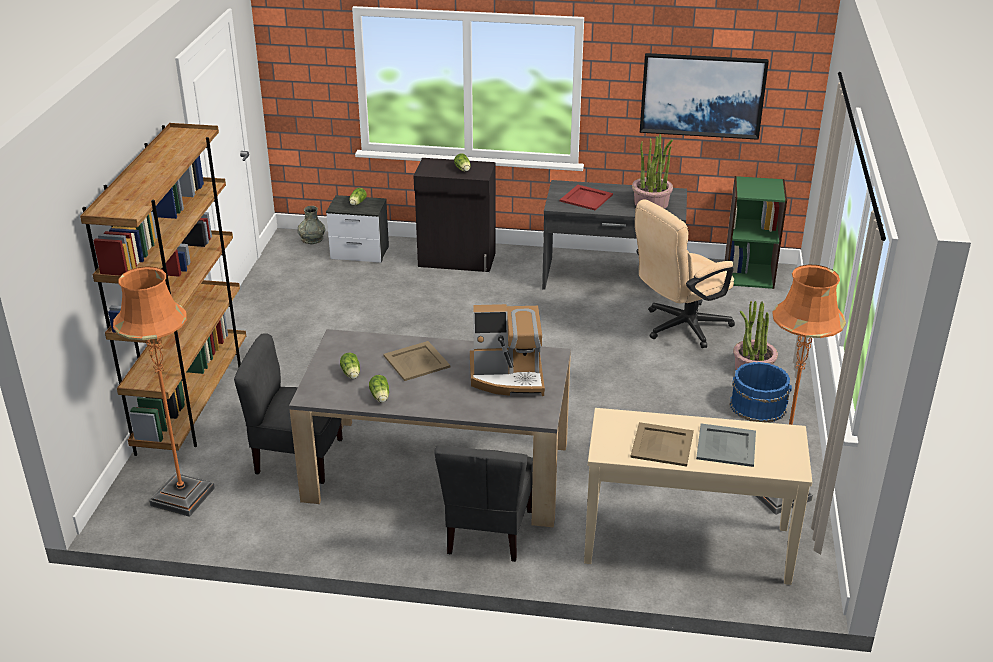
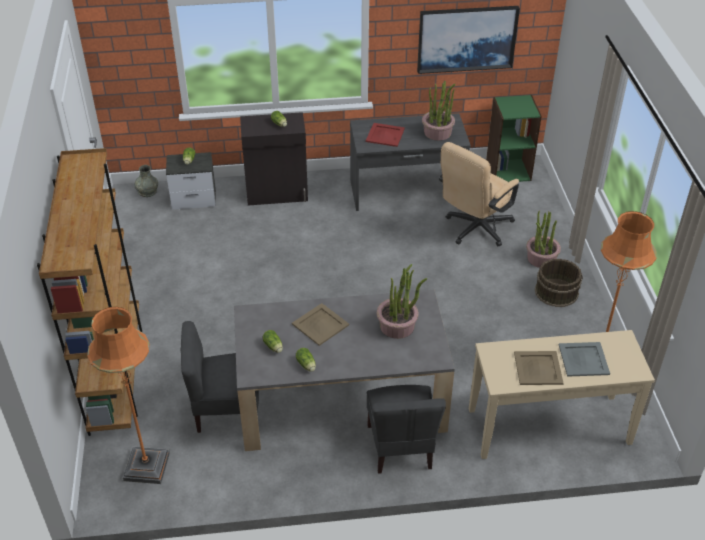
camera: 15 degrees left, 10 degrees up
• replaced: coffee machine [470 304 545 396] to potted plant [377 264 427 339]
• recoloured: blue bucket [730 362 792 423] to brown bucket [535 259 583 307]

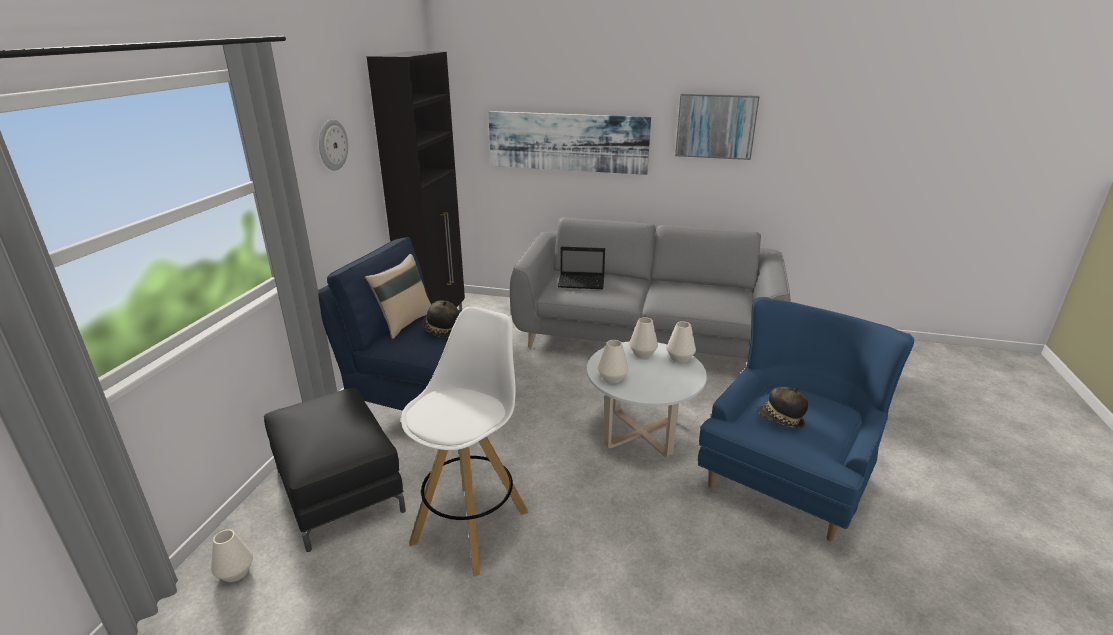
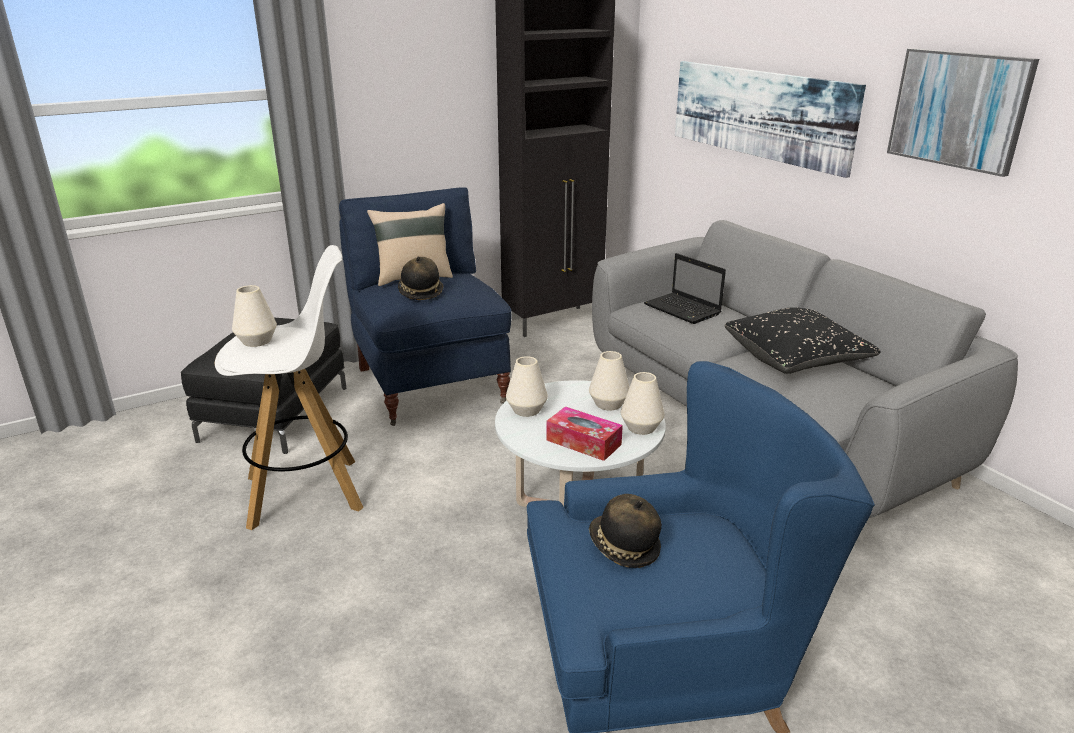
camera: 45 degrees right, 0 degrees up
• moved: white vase [211 529 253 582] to [232 285 277 347]
• added: tissue box [546 406 623 461]
• added: black pillow [725 307 881 374]
• removed: wall clock [319 119 348 171]

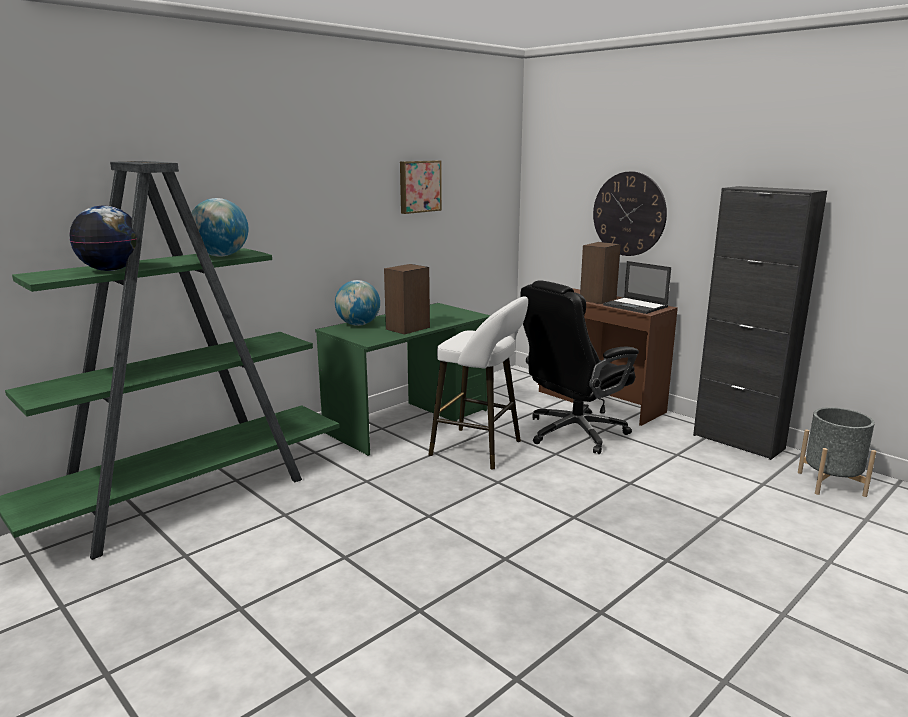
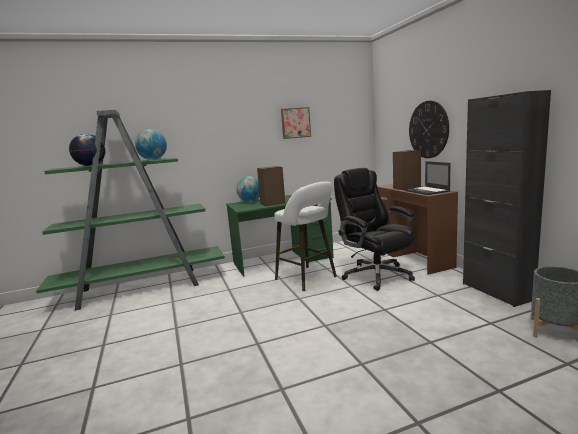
camera: 25 degrees right, 5 degrees down
• turned: black office chair [520 280 639 454] = [334 168 415 291] 75 degrees clockwise

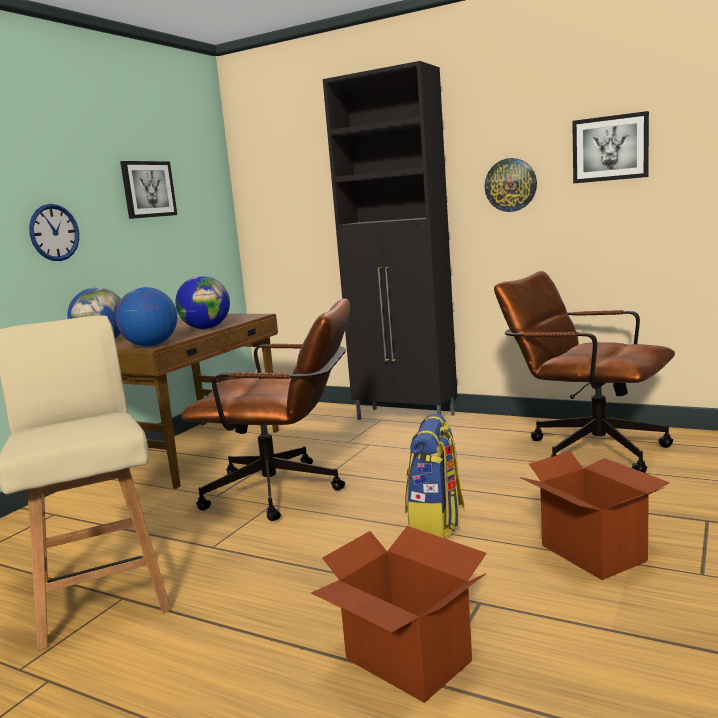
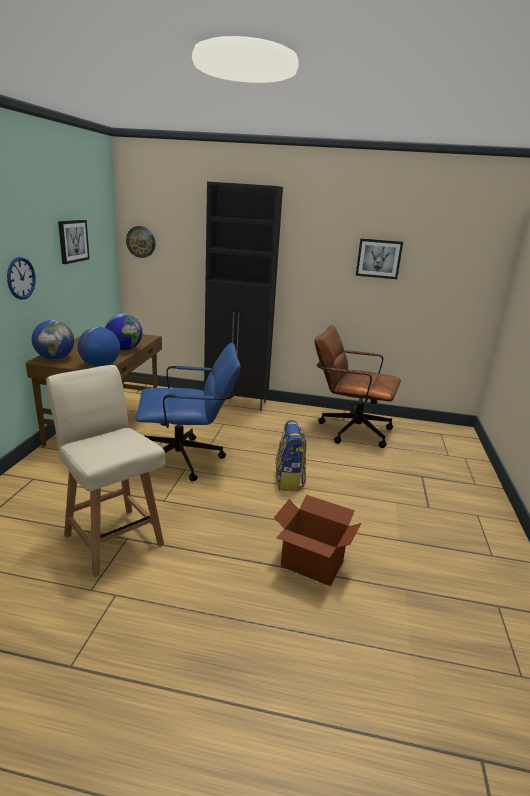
camera: 20 degrees left, 10 degrees up
• moved: wall clock [485 158 537 212] to [126 226 156 258]
• recoloured: brown office chair [181 299 350 521] to blue office chair [136 343 241 481]
• removed: cardboard box [519 451 670 580]

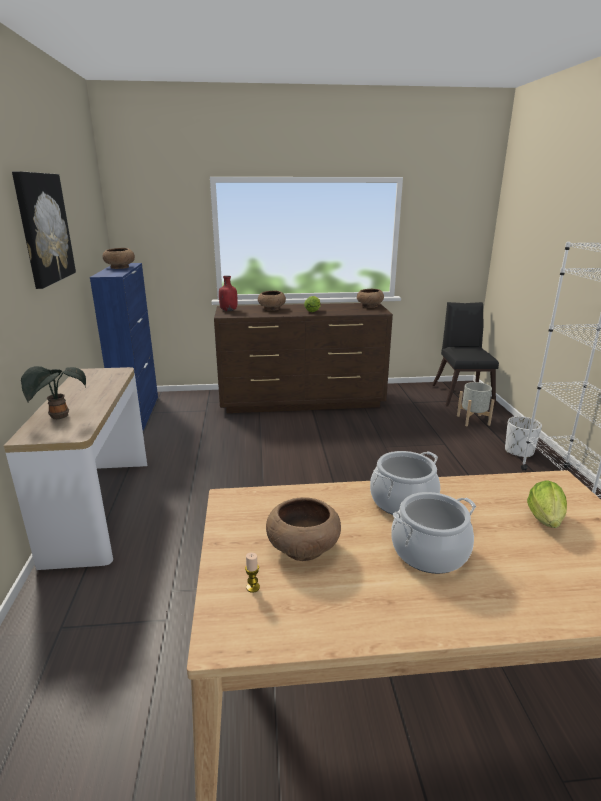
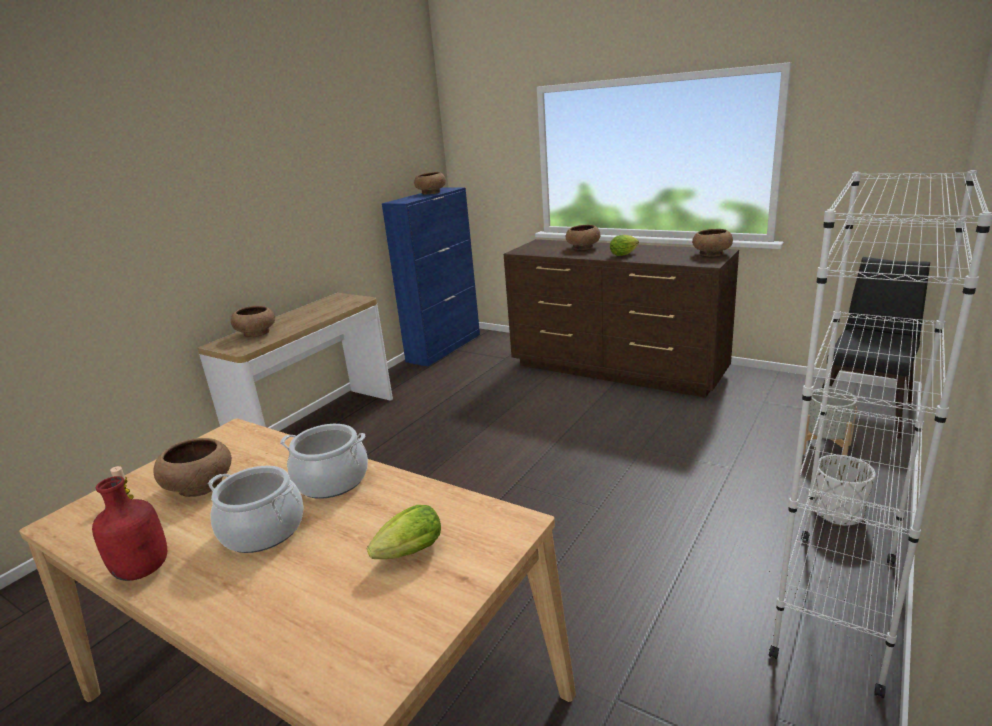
camera: 40 degrees right, 0 degrees up
• moved: red bottle [219 276 238 311] to [92 476 167 581]
• replaced: potted plant [21 366 86 419] to brown bowl [231 306 275 338]
• removed: picture [12 171 76 289]

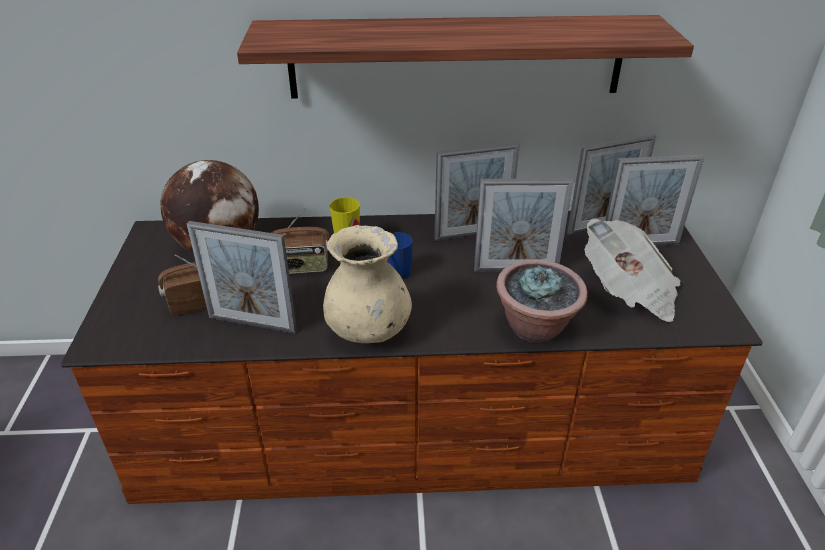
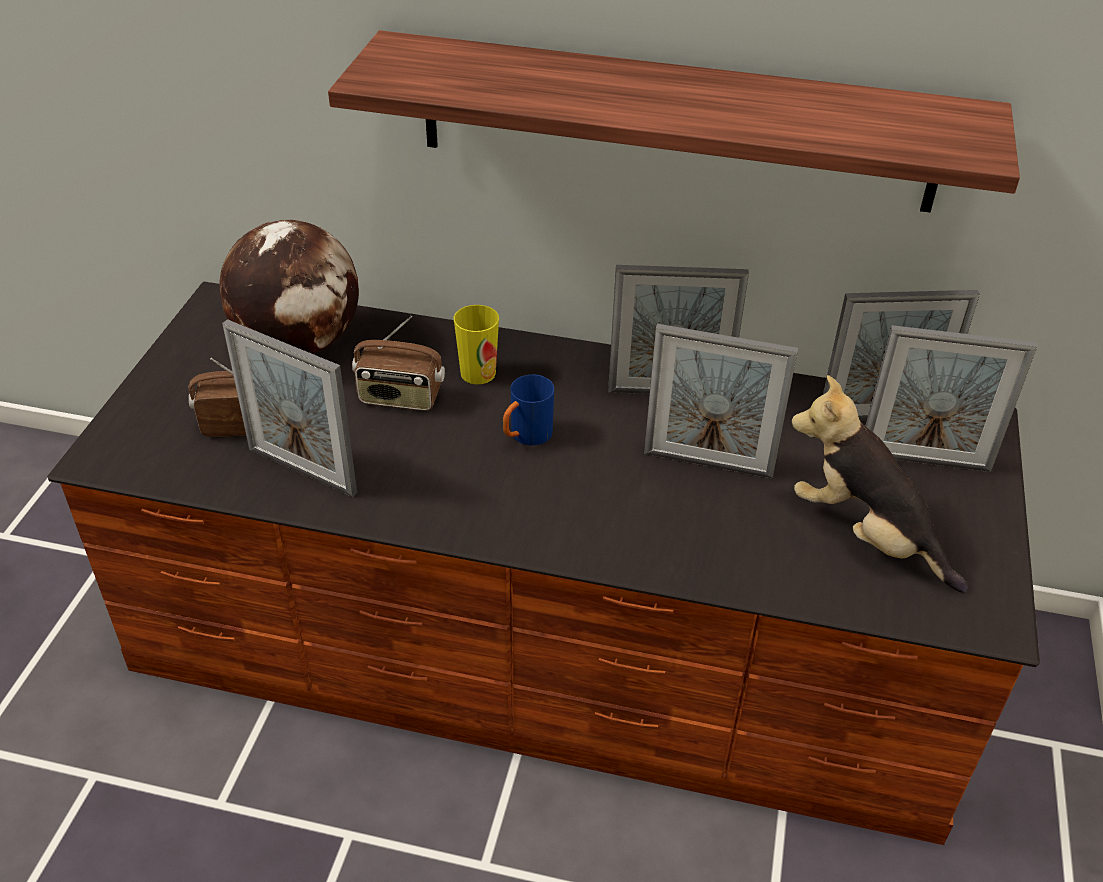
camera: 15 degrees right, 5 degrees up
• replaced: newspaper [584 218 680 322] to plush toy [791 375 968 593]
• removed: beige vase [323 225 412 343]
• removed: potted plant [496 259 588 343]

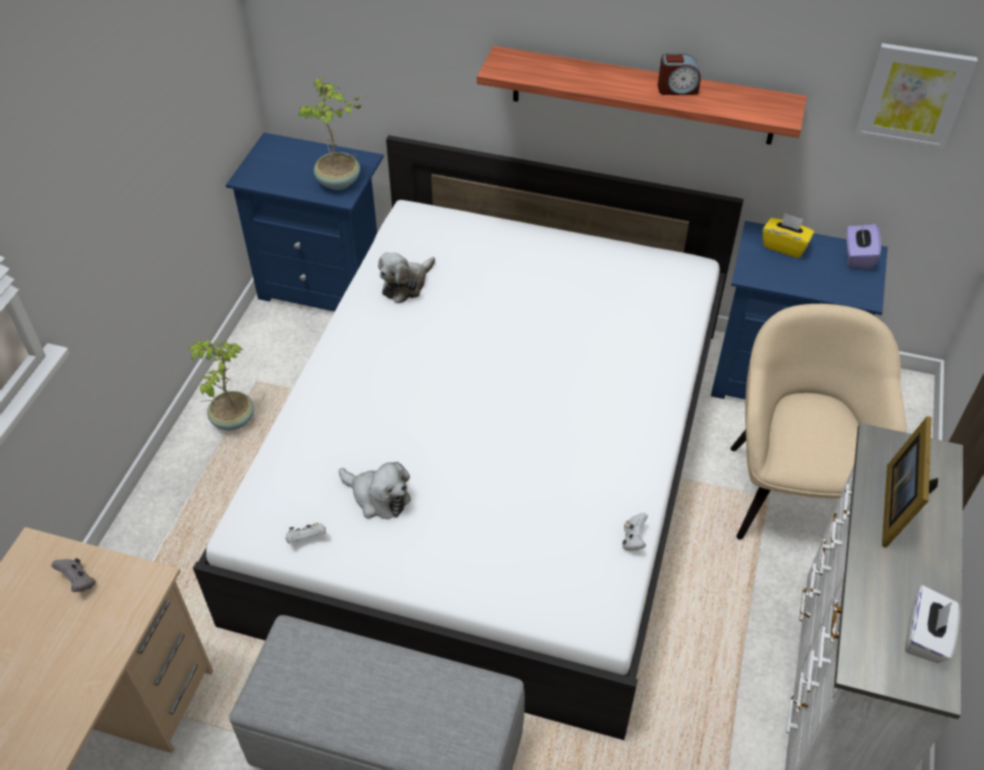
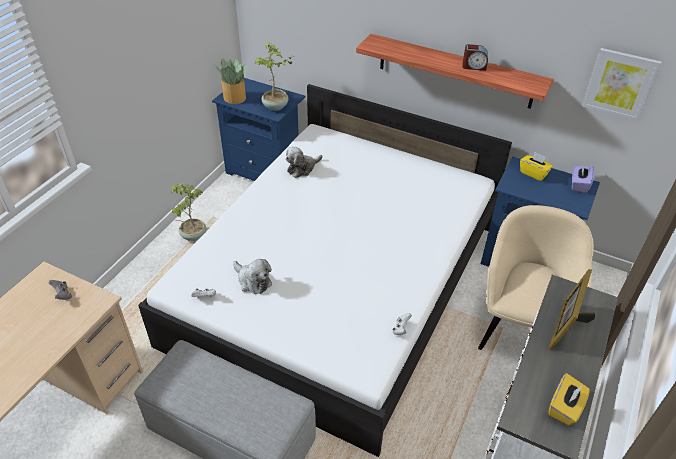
camera: 10 degrees right, 5 degrees down
• added: potted plant [216 58 246 104]
• recoloured: white tissue box [905 585 960 663] to yellow tissue box [549 373 590 426]

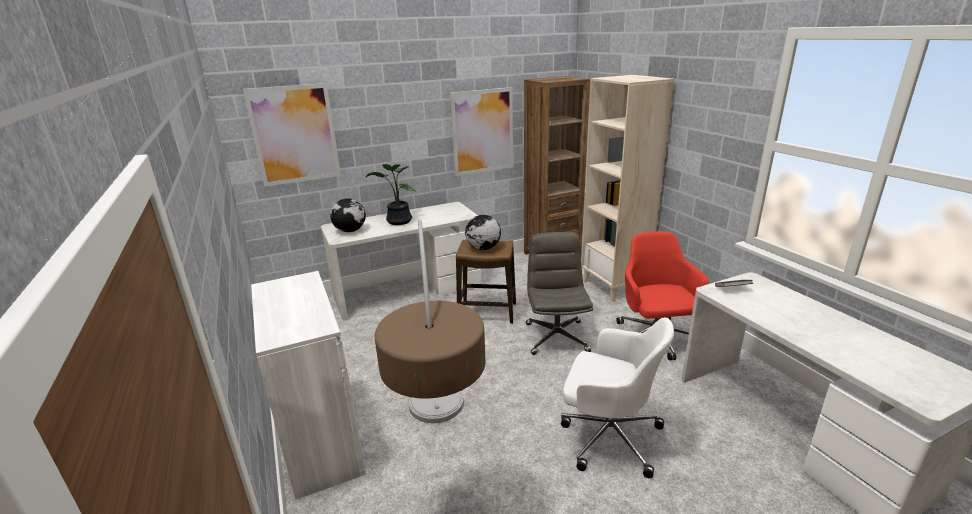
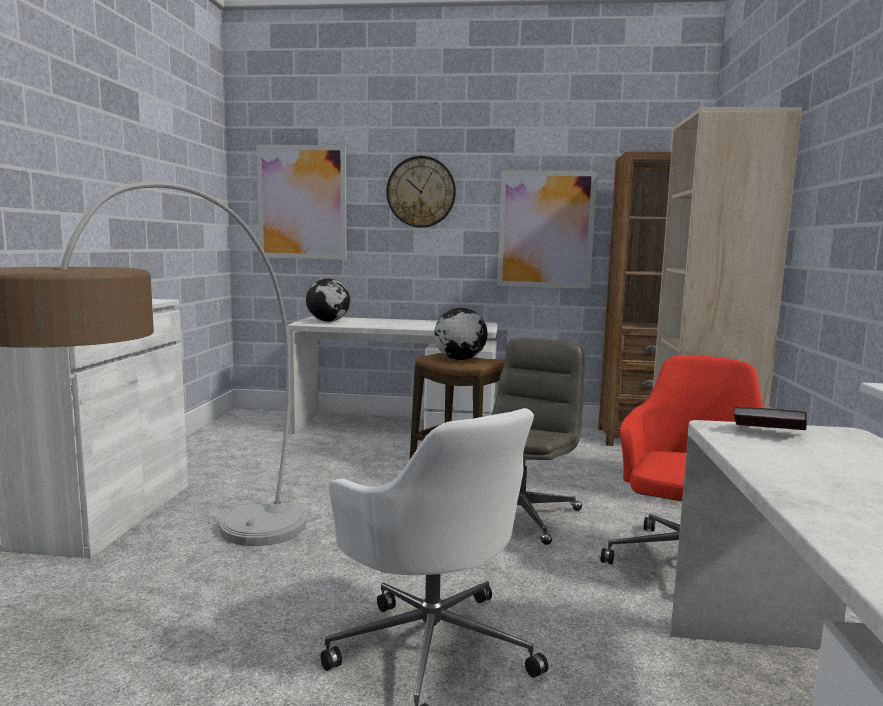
camera: 30 degrees right, 15 degrees down
• added: wall clock [386 156 456 228]
• removed: potted plant [366 164 417 225]

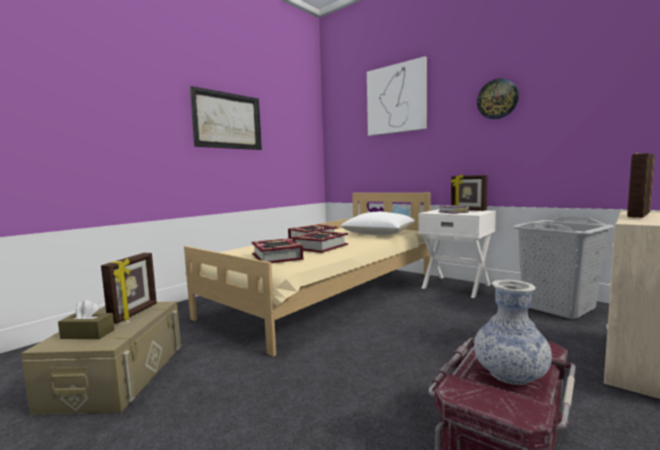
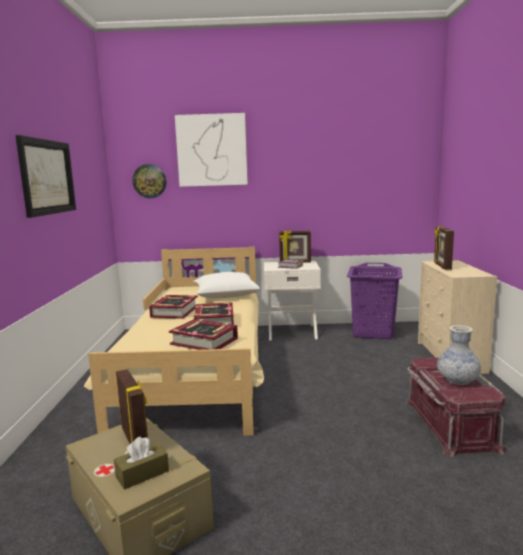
camera: 40 degrees left, 5 degrees up
• moved: wall clock [477 78 519 119] to [132 164 166 198]
• recoloured: grey laundry basket [513 217 614 319] to purple laundry basket [347 263 403 339]

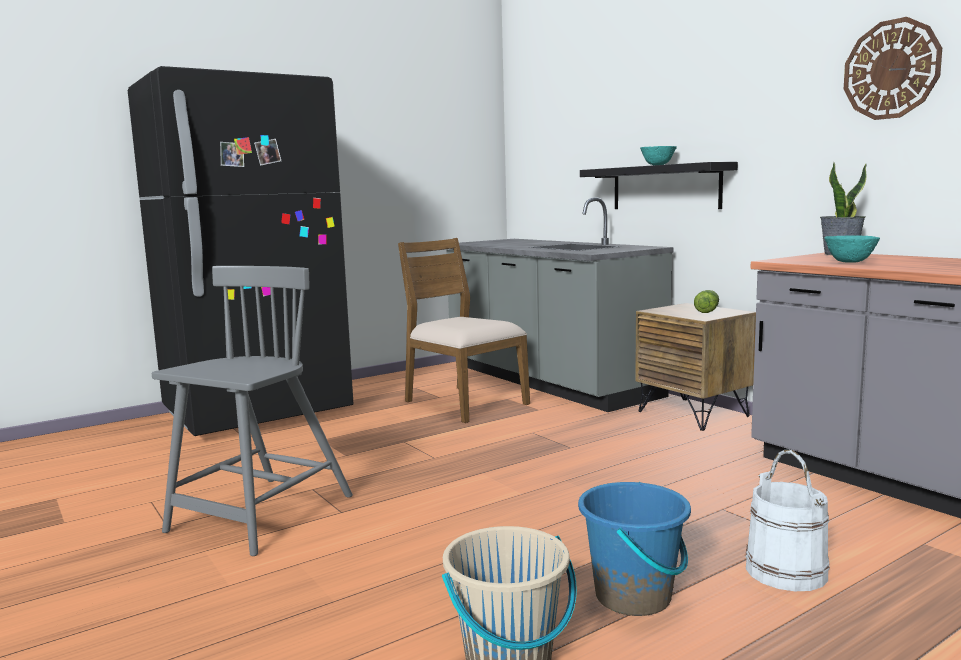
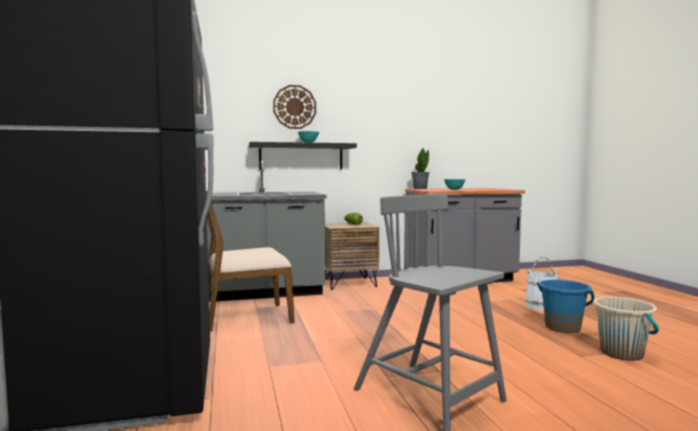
camera: 70 degrees left, 5 degrees down
• moved: wall clock [844 17 942 120] to [273 85 316 129]

